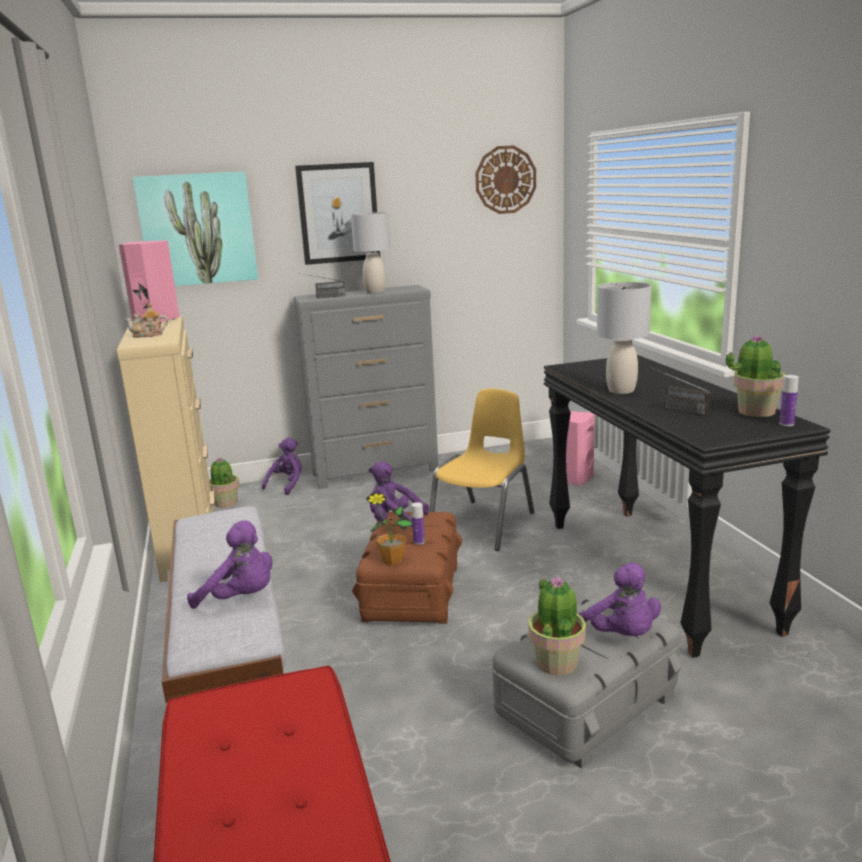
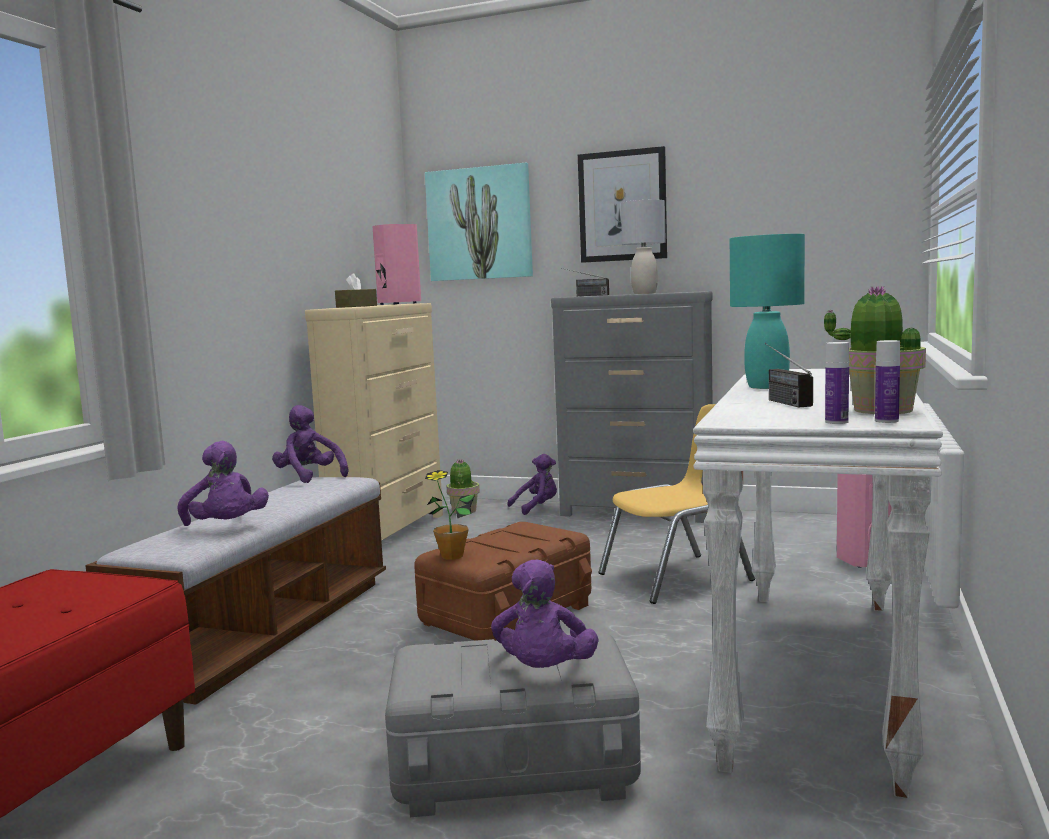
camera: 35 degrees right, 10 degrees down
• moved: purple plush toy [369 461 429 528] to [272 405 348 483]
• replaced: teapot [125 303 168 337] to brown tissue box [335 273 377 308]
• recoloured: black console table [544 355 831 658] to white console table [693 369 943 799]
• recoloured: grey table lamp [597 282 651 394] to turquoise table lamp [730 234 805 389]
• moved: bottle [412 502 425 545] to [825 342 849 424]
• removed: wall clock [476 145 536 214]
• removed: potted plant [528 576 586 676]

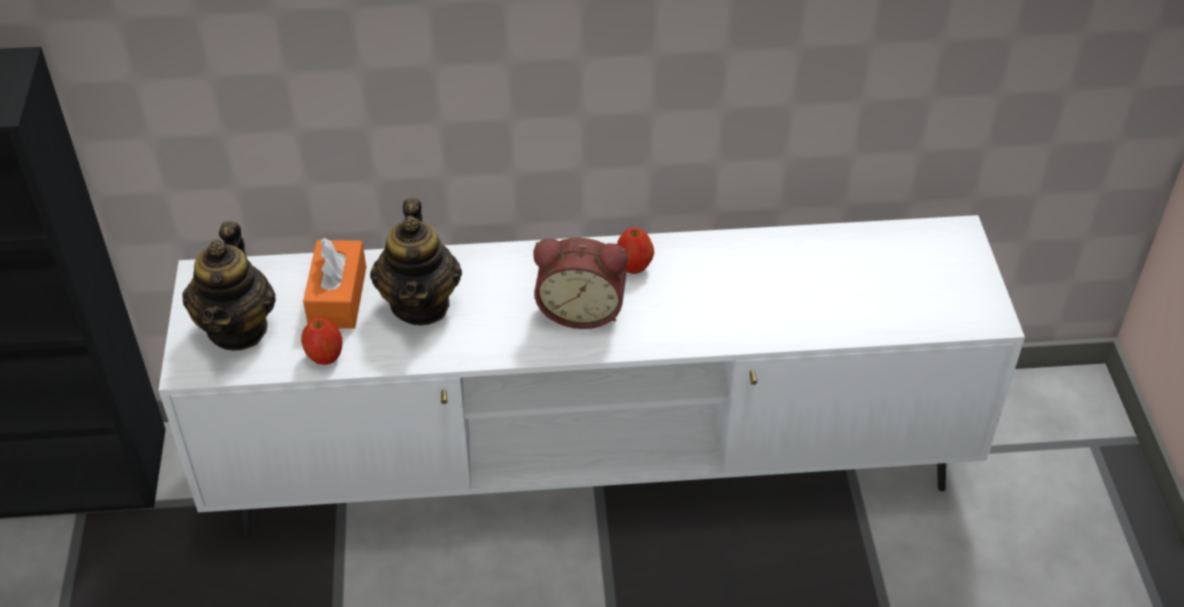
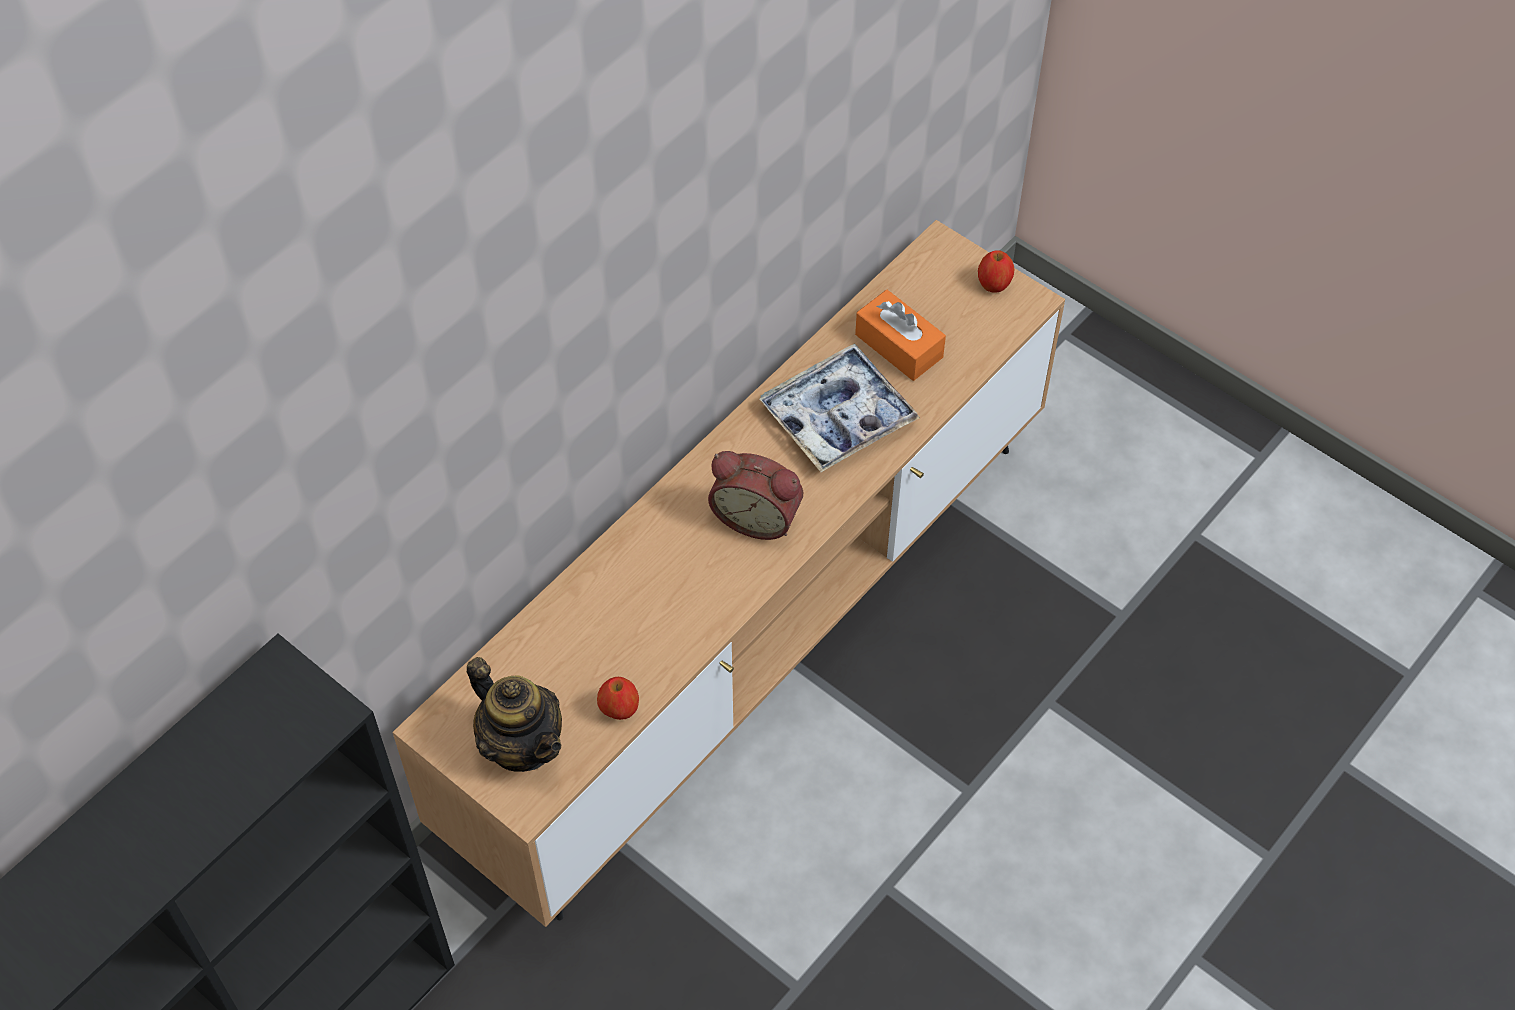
camera: 45 degrees left, 10 degrees up
• recoloured: white tv stand [159 215 1025 538] to brown tv stand [392 220 1065 927]
• turned: alarm clock [533 238 628 329] = [708 451 803 540] 60 degrees clockwise
• added: tray [759 344 920 472]
• moved: orange tissue box [303 238 366 329] to [855 290 946 381]
• moved: apple [617 227 654 274] to [978 250 1014 293]
• removed: teapot [370 198 462 325]

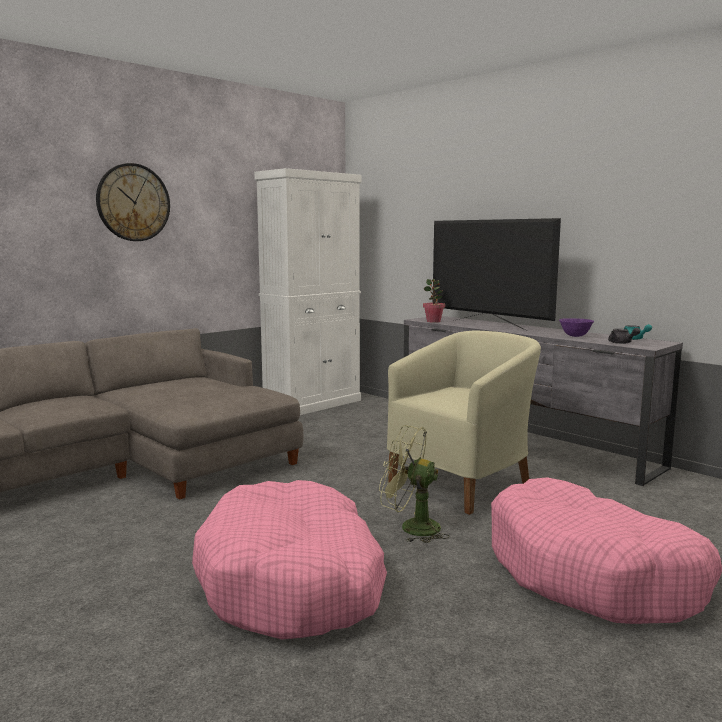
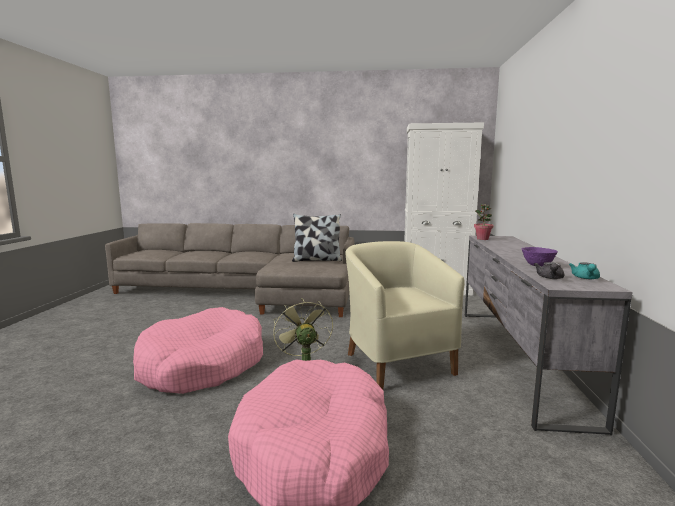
camera: 50 degrees right, 0 degrees up
• added: pillow [292 214 342 262]
• turned: beige armchair [387 331 541 515] = [345 241 465 389] 120 degrees counterclockwise
• removed: wall clock [96 163 170 241]
• removed: television [433 218 561 330]

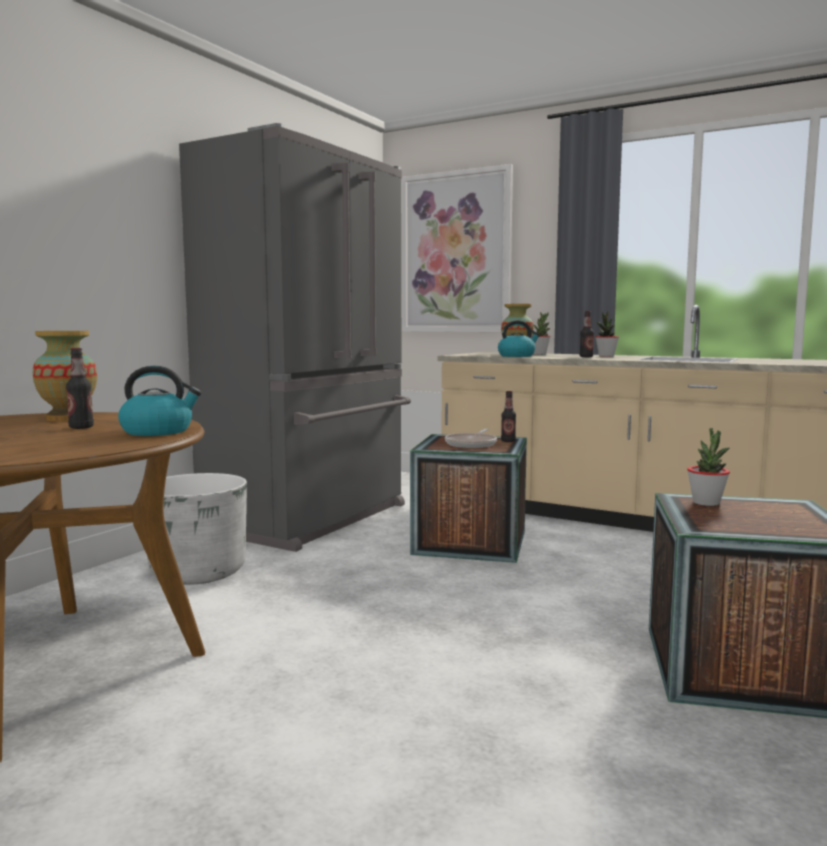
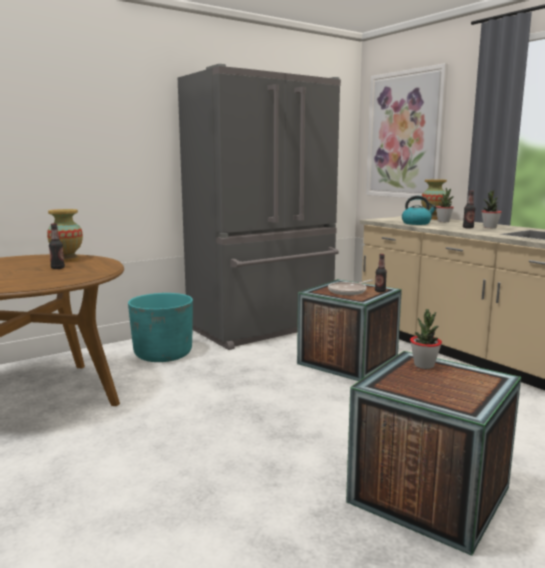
camera: 25 degrees right, 5 degrees up
• recoloured: white planter [140 473 247 585] to turquoise planter [128 293 193 362]
• removed: kettle [118 366 202 436]

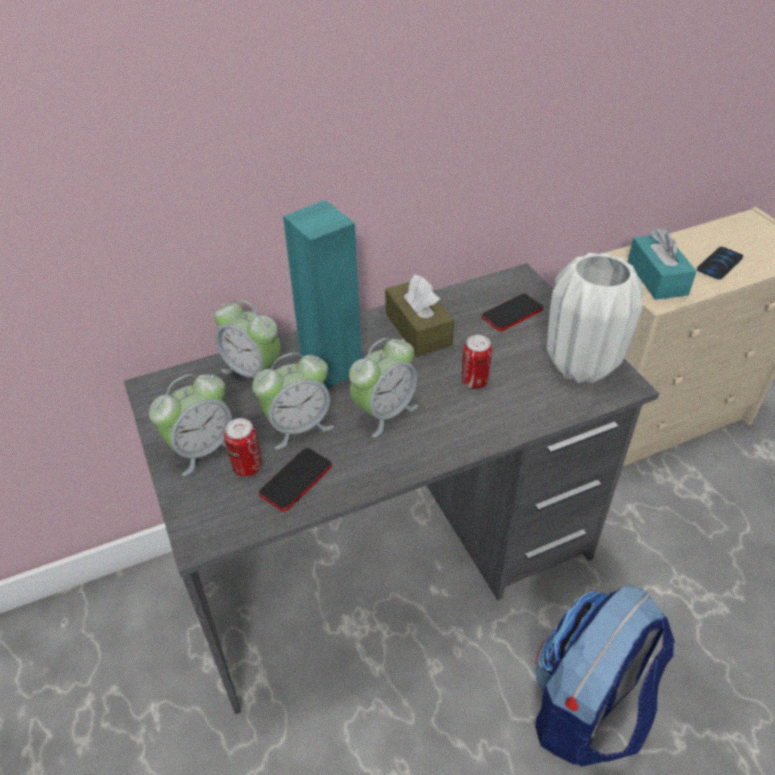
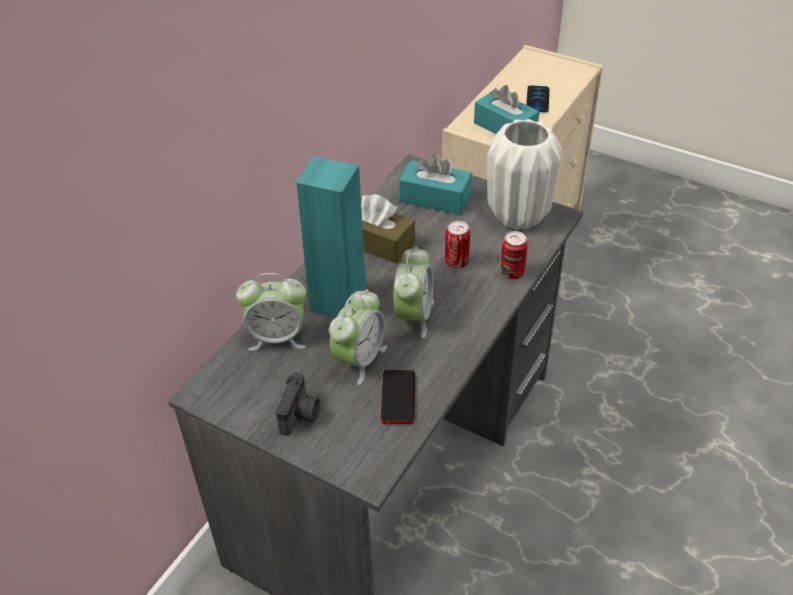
camera: 35 degrees left, 0 degrees up
• replaced: alarm clock [149 374 232 476] to photo camera [276 372 320 436]
• replaced: phone [482 294 543 331] to turquoise tissue box [399 154 472 215]
• moved: can [224 418 262 477] to [501 231 528 279]
• removed: backpack [535 586 675 767]

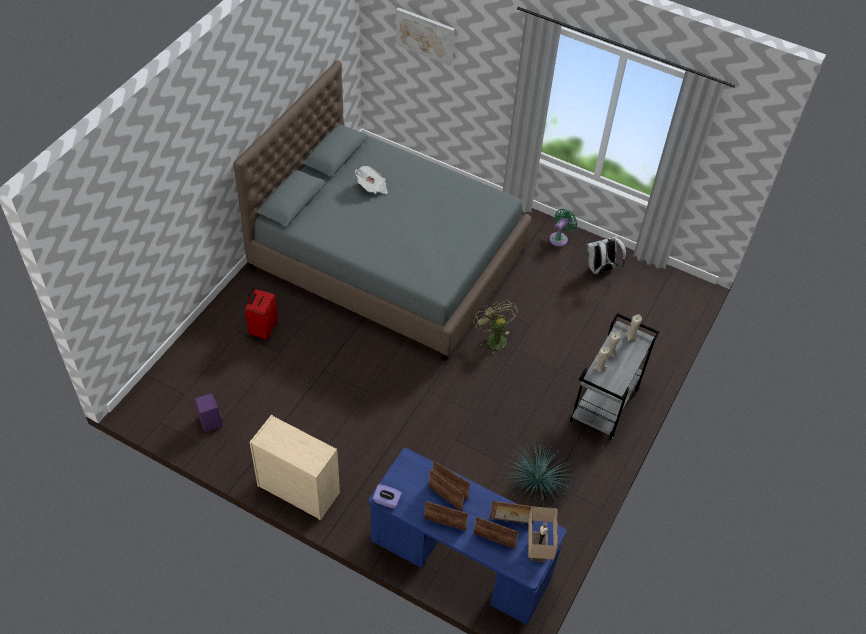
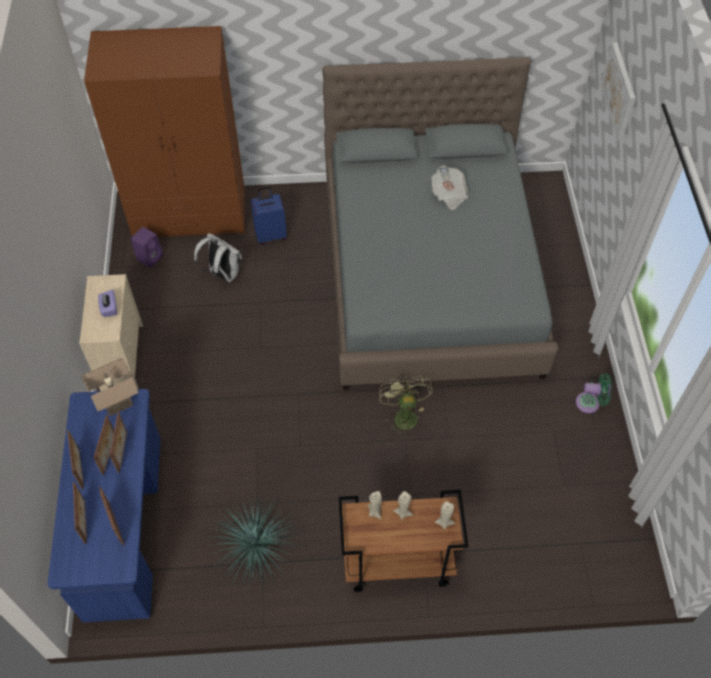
camera: 60 degrees right, 5 degrees up
• moved: beige table lamp [529 506 558 562] to [81 358 138 416]
• added: brown wardrobe [84 26 245 237]
• moved: purple tissue box [373 484 402 509] to [98 290 117 317]
• moved: white backpack [586 236 626 276] to [194 233 242 282]
• recoloured: red suitcase [245 287 278 340] to blue suitcase [251 186 287 245]
• recoloured: grey cart [570 313 660 440] to brown cart [339 490 469 592]
• turned: green fan [474 300 518 356] = [379 376 433 437] 45 degrees counterclockwise

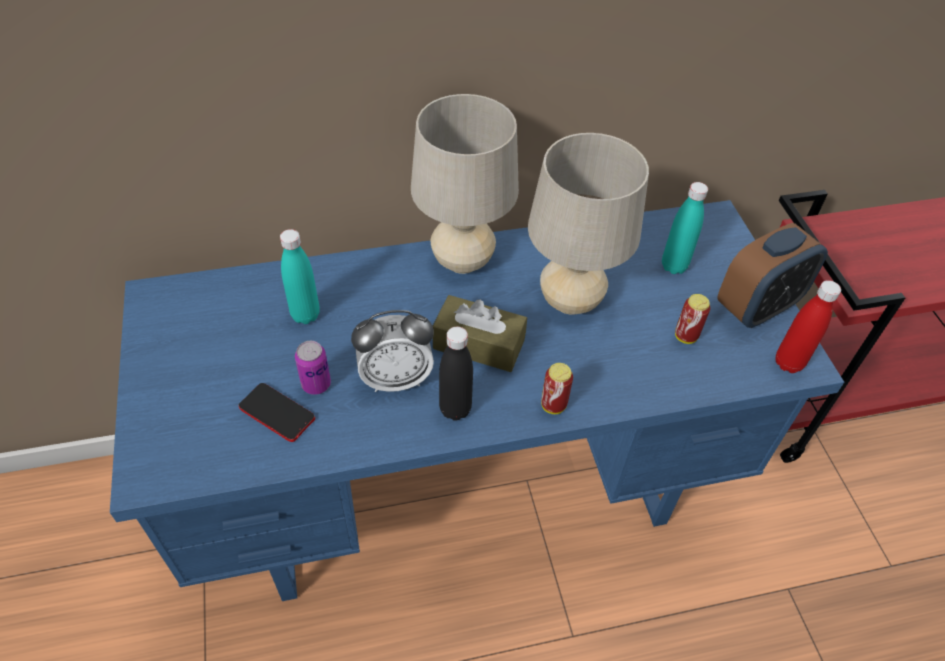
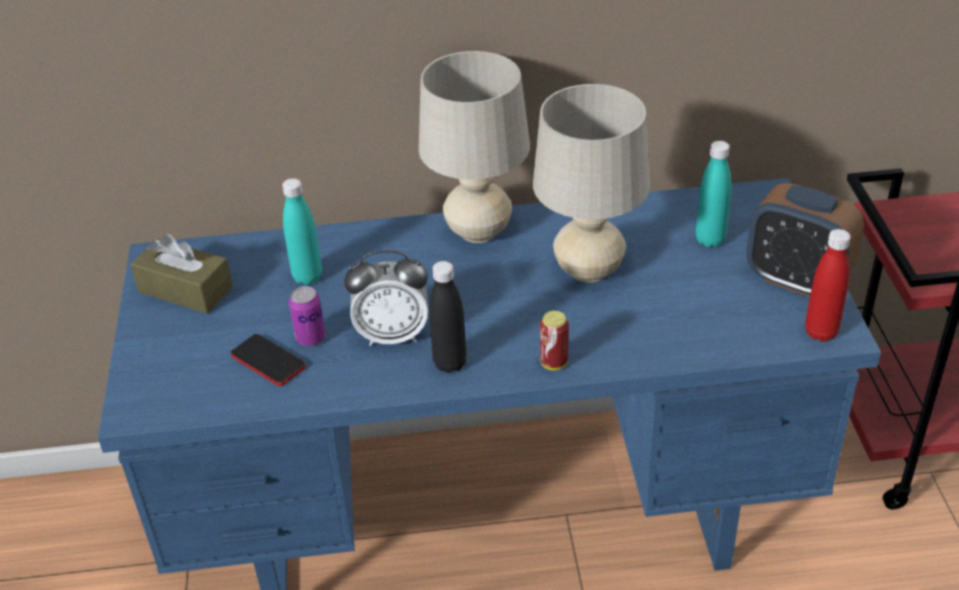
camera: 10 degrees right, 10 degrees down
• moved: brown tissue box [433 295 527 372] to [130 234 233 314]
• turned: alarm clock [718 223 828 328] = [746 183 864 297] 60 degrees clockwise
• removed: can [675 294 710 344]

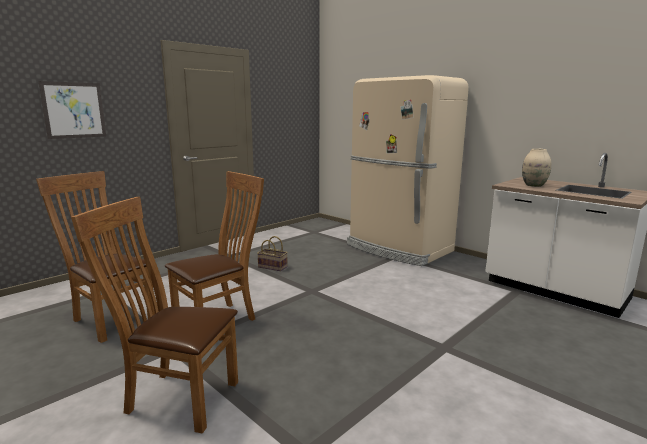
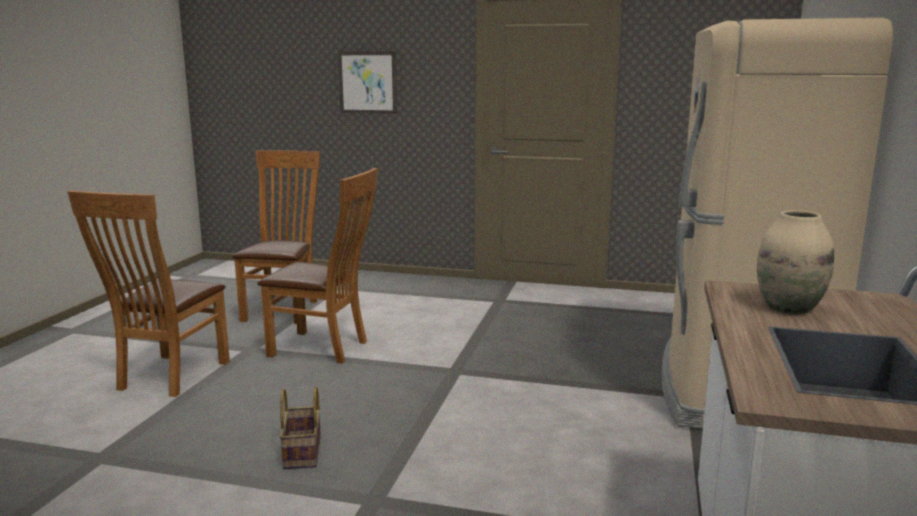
camera: 60 degrees right, 0 degrees up
• turned: brown chair [71 197 238 434] = [67 191 230 397] 150 degrees counterclockwise
• moved: basket [257 236 288 271] to [279 387 321 469]

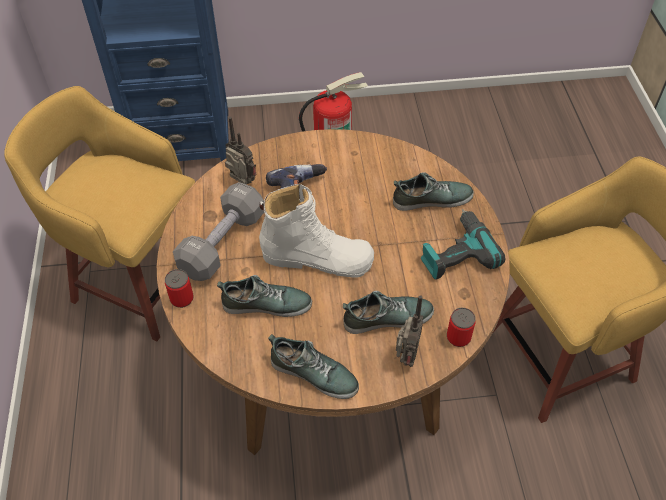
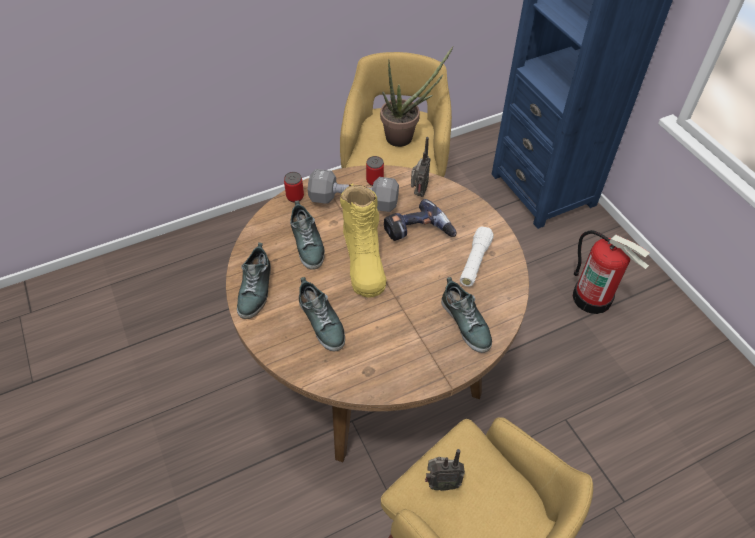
camera: 70 degrees right, 0 degrees up
• recoloured: white boot [259 184 374 278] to yellow boot [340 184 386 298]
• moved: can [447 308 476 347] to [366 156 384 186]
• added: potted plant [380 46 453 147]
• moved: radio [396 295 423 367] to [425 449 465 491]
• added: white flashlight [460 227 494 287]
• removed: power drill [421 209 506 280]

